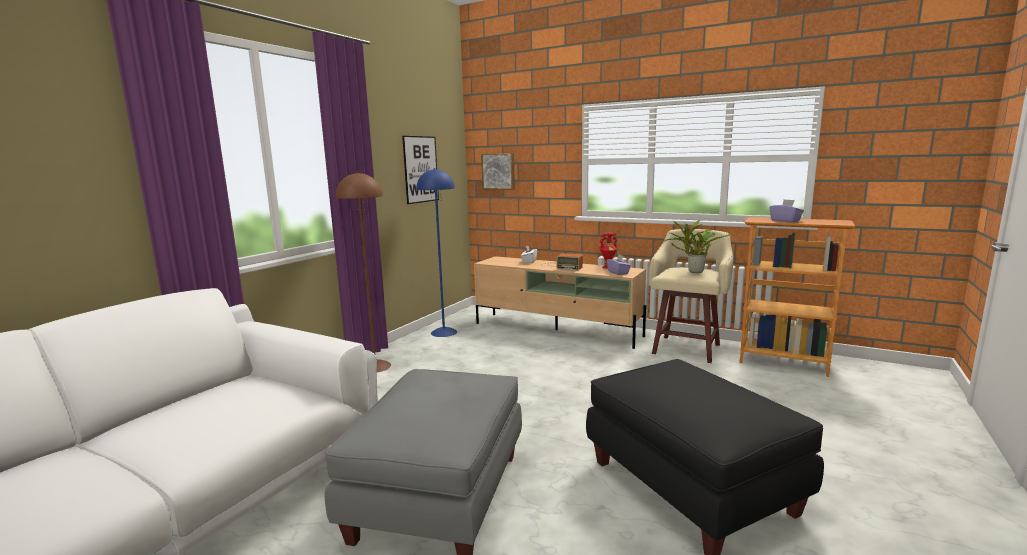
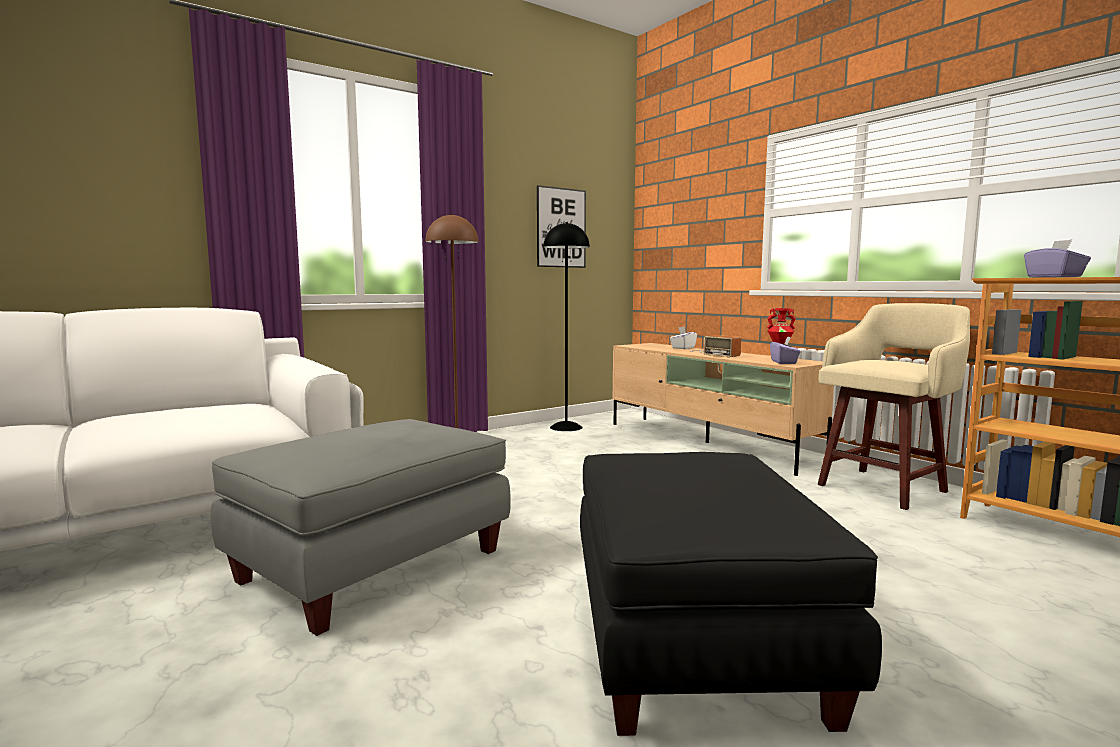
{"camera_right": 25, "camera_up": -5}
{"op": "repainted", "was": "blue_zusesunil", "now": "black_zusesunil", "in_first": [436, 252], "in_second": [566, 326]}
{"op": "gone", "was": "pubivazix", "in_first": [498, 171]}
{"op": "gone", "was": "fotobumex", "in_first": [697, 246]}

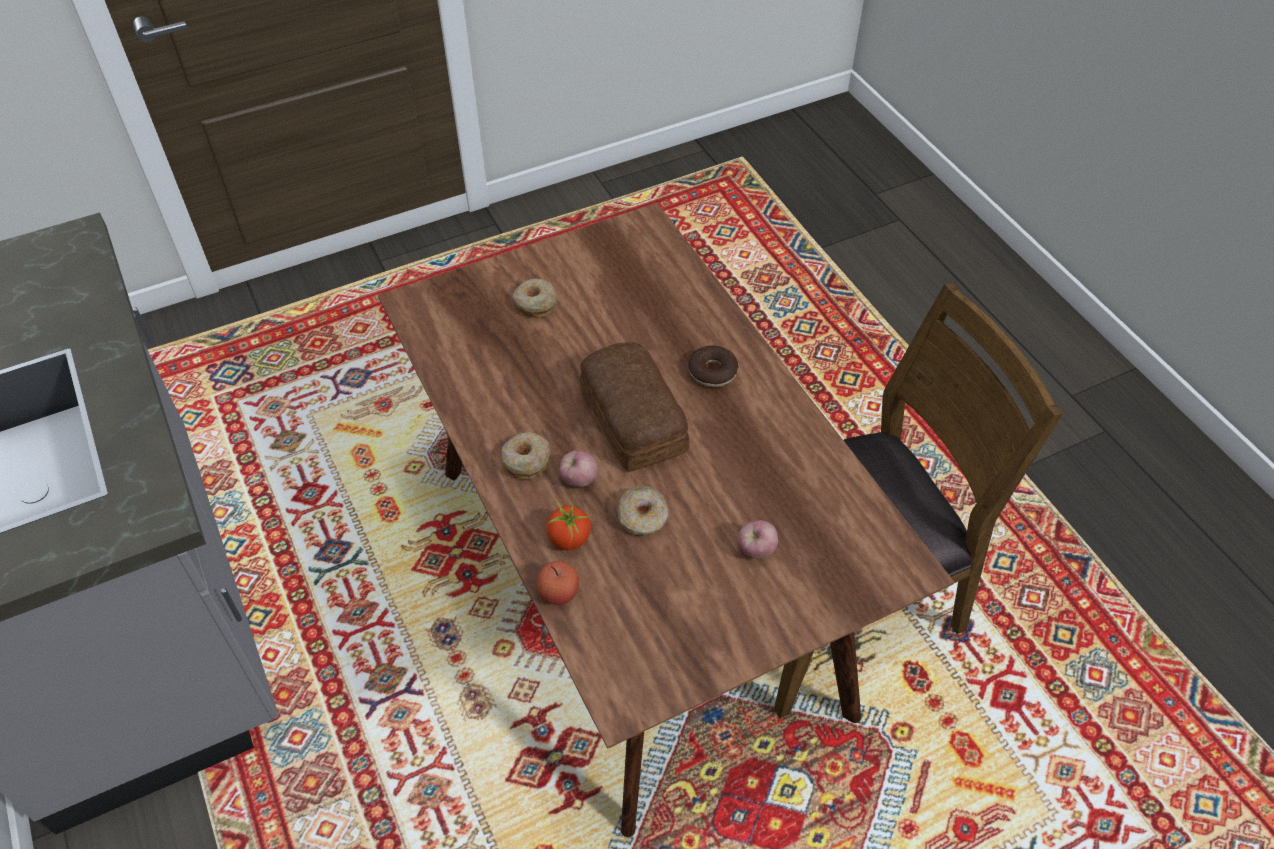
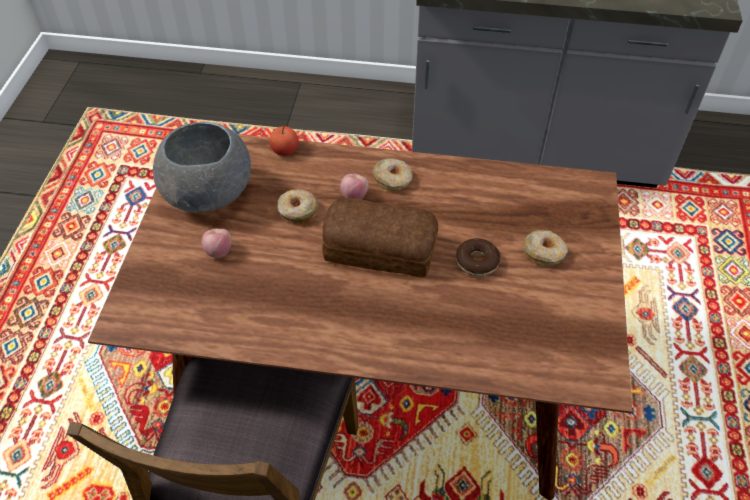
{"camera_right": 125, "camera_up": 0}
{"op": "new", "now": "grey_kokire", "in_second": [202, 167]}
{"op": "shifted", "was": "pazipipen", "in_first": [713, 366], "in_second": [478, 257]}
{"op": "gone", "was": "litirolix", "in_first": [568, 523]}

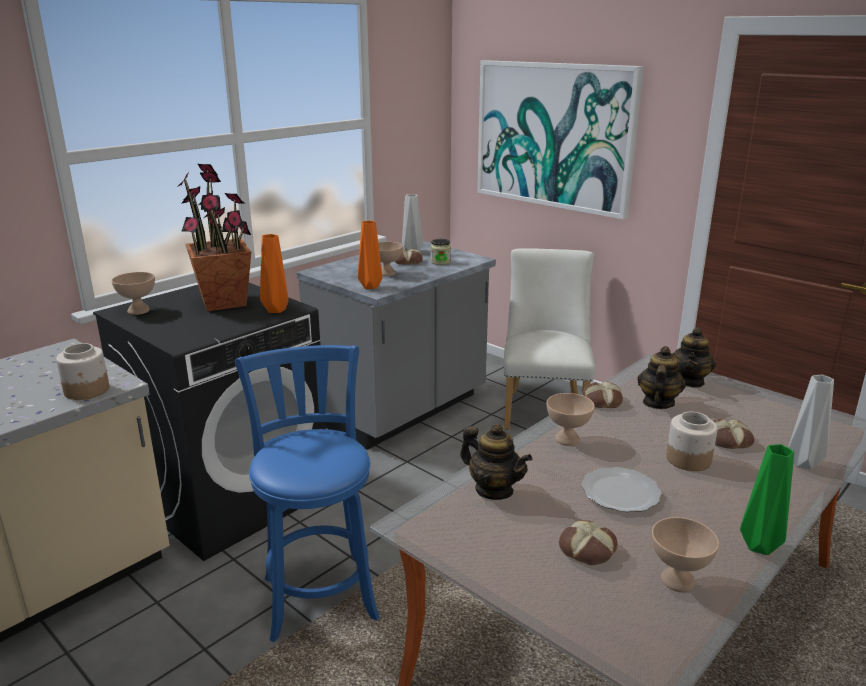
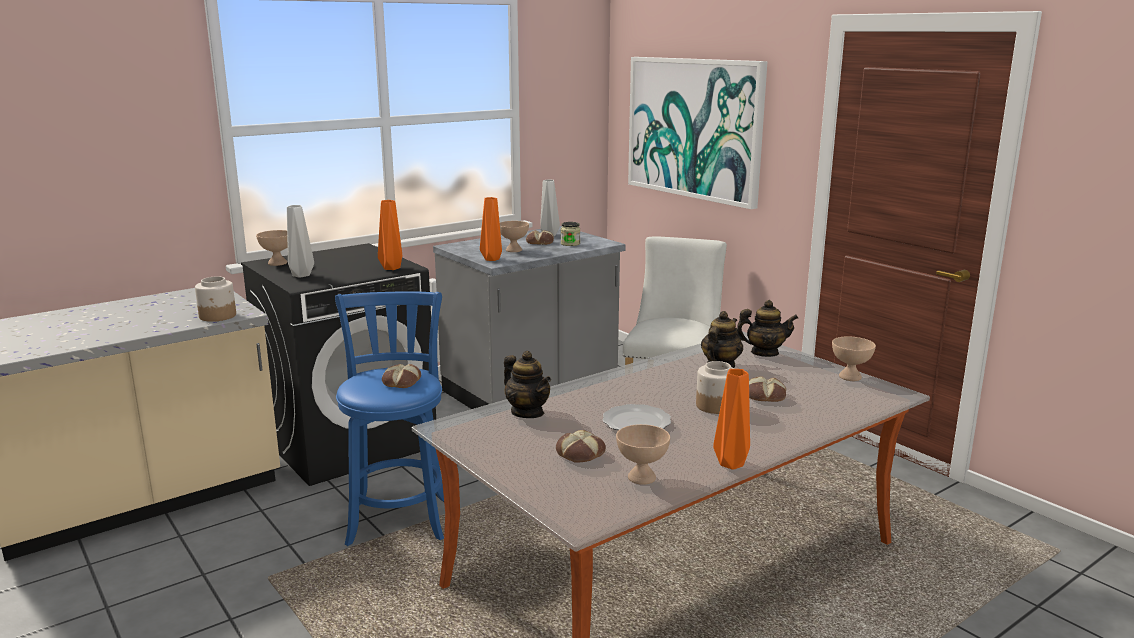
{"camera_right": 10, "camera_up": -5}
{"op": "shifted", "was": "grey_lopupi", "in_first": [811, 422], "in_second": [300, 241]}
{"op": "shifted", "was": "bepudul", "in_first": [603, 394], "in_second": [401, 376]}
{"op": "repainted", "was": "green_lopupi", "now": "orange_lopupi", "in_first": [767, 499], "in_second": [731, 419]}
{"op": "rotated", "was": "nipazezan", "in_first": [694, 357], "in_second": [767, 328], "clockwise": -120}
{"op": "shifted", "was": "beige_kokire", "in_first": [570, 419], "in_second": [854, 358]}
{"op": "gone", "was": "fotobumex", "in_first": [214, 237]}

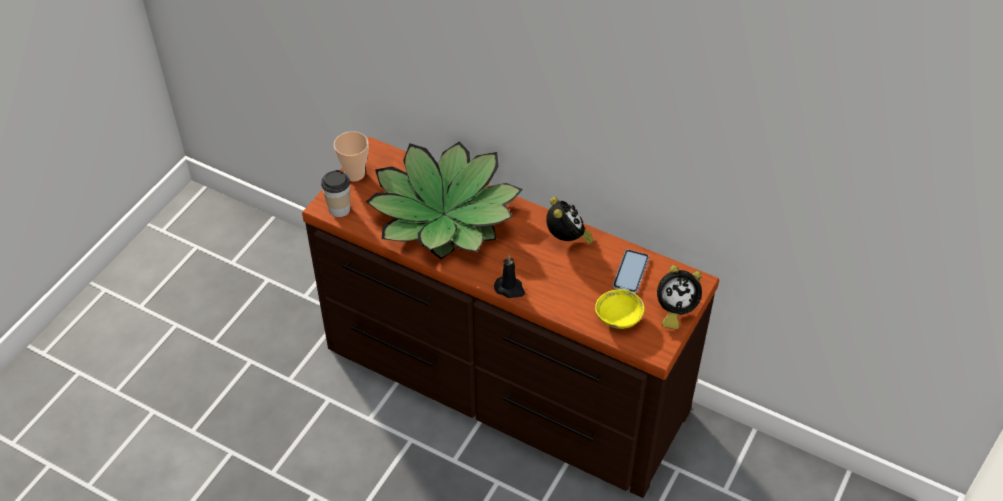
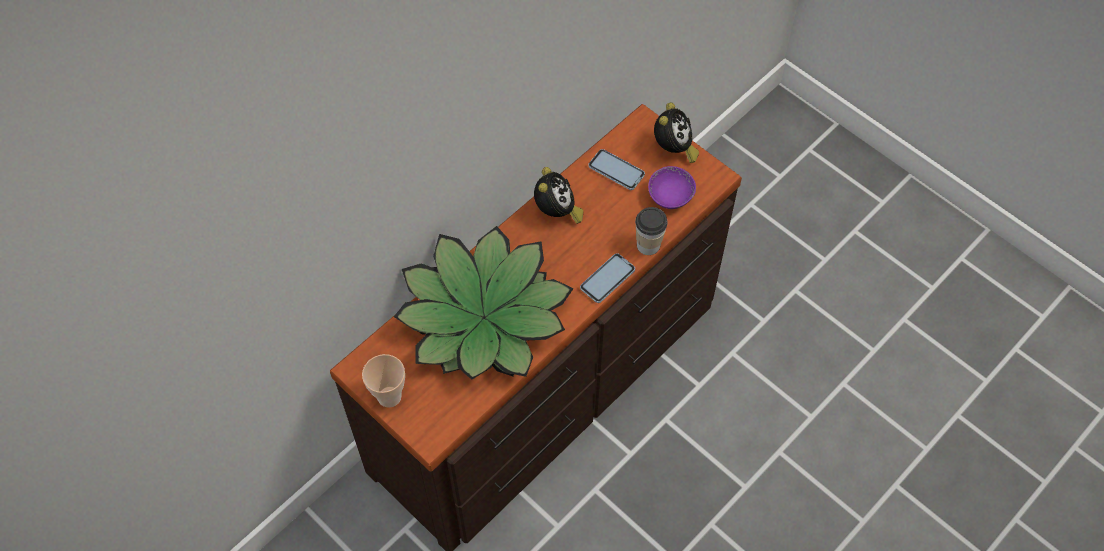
{"camera_right": -75, "camera_up": 10}
{"op": "rotated", "was": "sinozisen", "in_first": [570, 221], "in_second": [558, 195], "clockwise": 90}
{"op": "swapped", "was": "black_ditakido", "now": "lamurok", "in_first": [509, 276], "in_second": [607, 278]}
{"op": "shifted", "was": "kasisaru", "in_first": [335, 193], "in_second": [651, 231]}
{"op": "repainted", "was": "yellow_kokire", "now": "purple_kokire", "in_first": [619, 309], "in_second": [672, 187]}

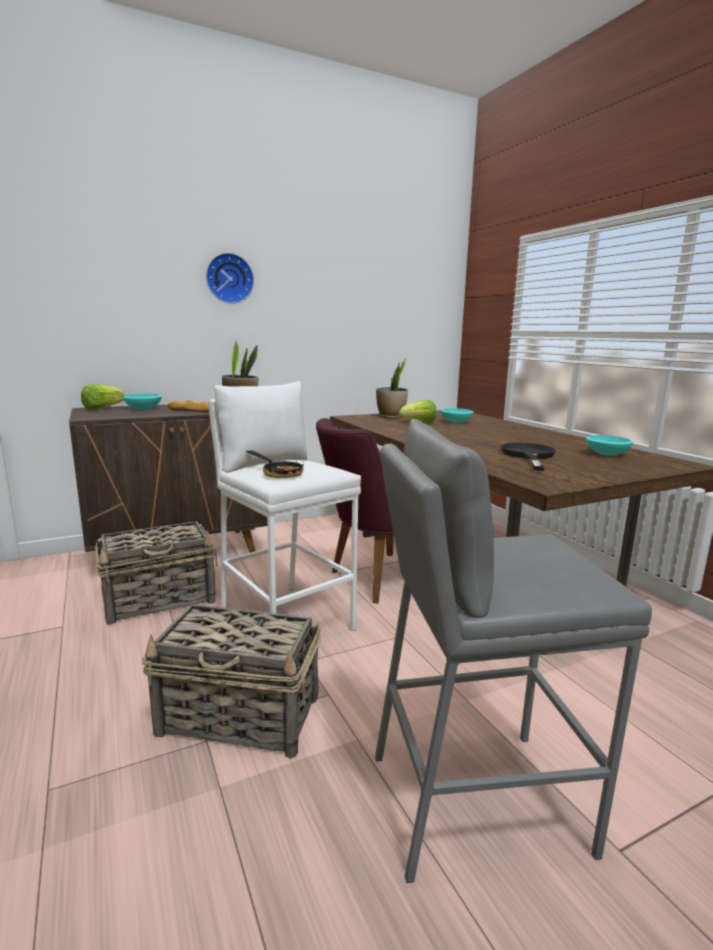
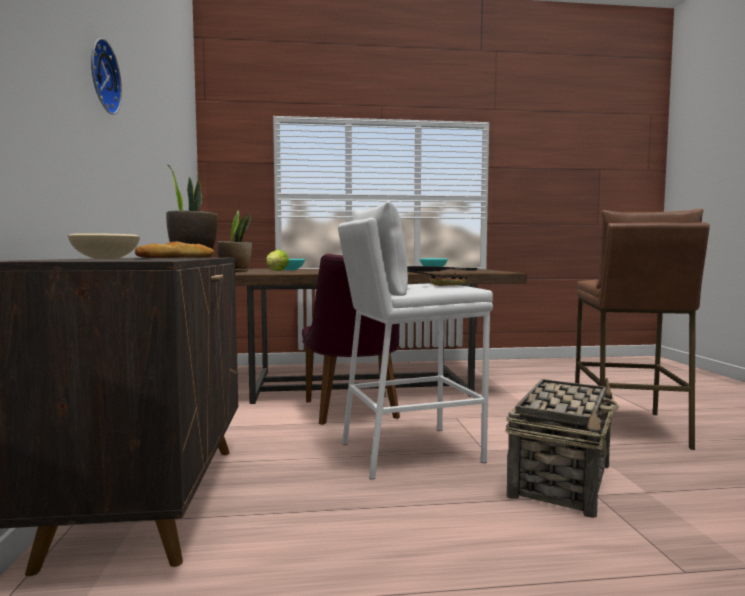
{"camera_right": -70, "camera_up": -10}
{"op": "repainted", "was": "turquoise_kokire", "now": "beige_kokire", "in_first": [142, 402], "in_second": [104, 246]}
{"op": "repainted", "was": "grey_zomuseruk", "now": "brown_zomuseruk", "in_first": [513, 651], "in_second": [642, 329]}
{"op": "gone", "was": "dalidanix", "in_first": [103, 397]}
{"op": "gone", "was": "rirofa", "in_first": [156, 573]}

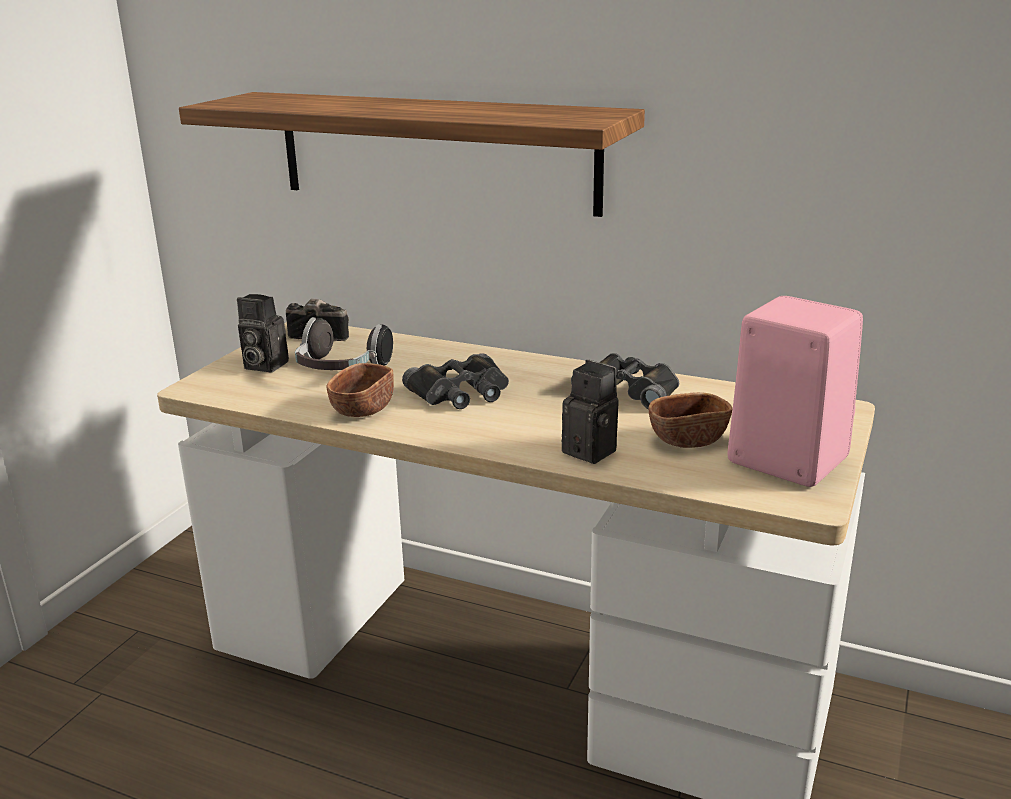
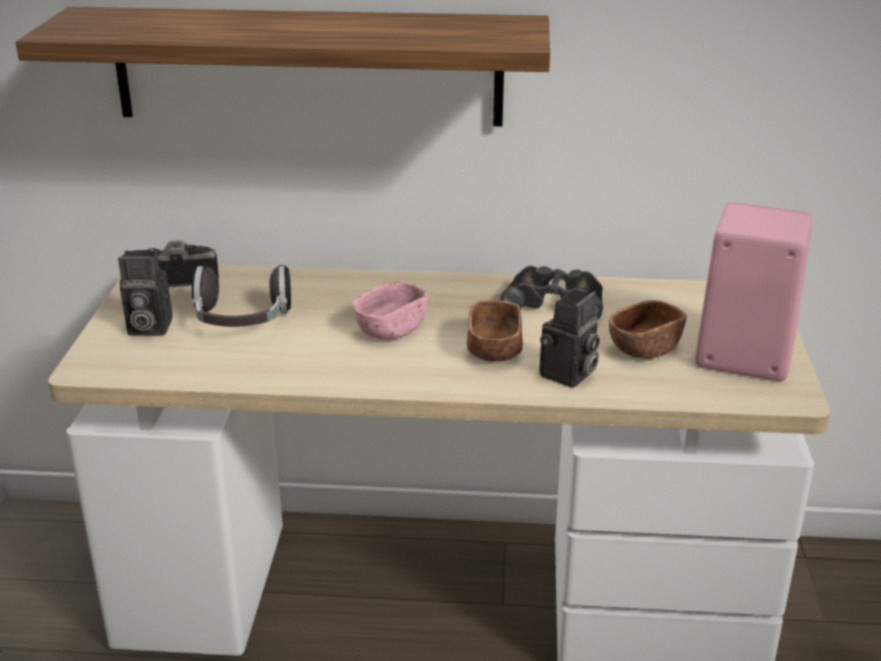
{"camera_right": -20, "camera_up": 5}
{"op": "swapped", "was": "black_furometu", "now": "pink_kokire", "in_first": [455, 381], "in_second": [390, 310]}
{"op": "shifted", "was": "brown_kokire", "in_first": [360, 390], "in_second": [495, 331]}
{"op": "rotated", "was": "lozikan", "in_first": [590, 411], "in_second": [569, 338], "clockwise": 105}

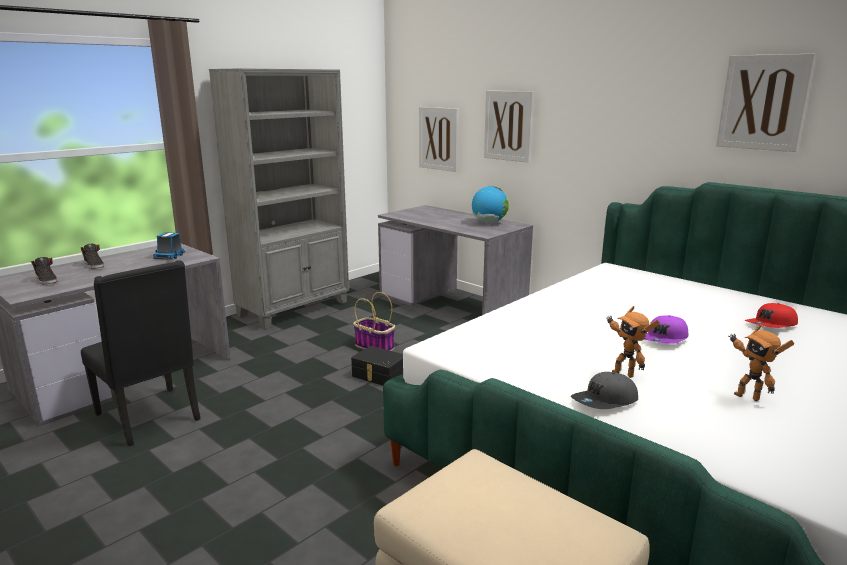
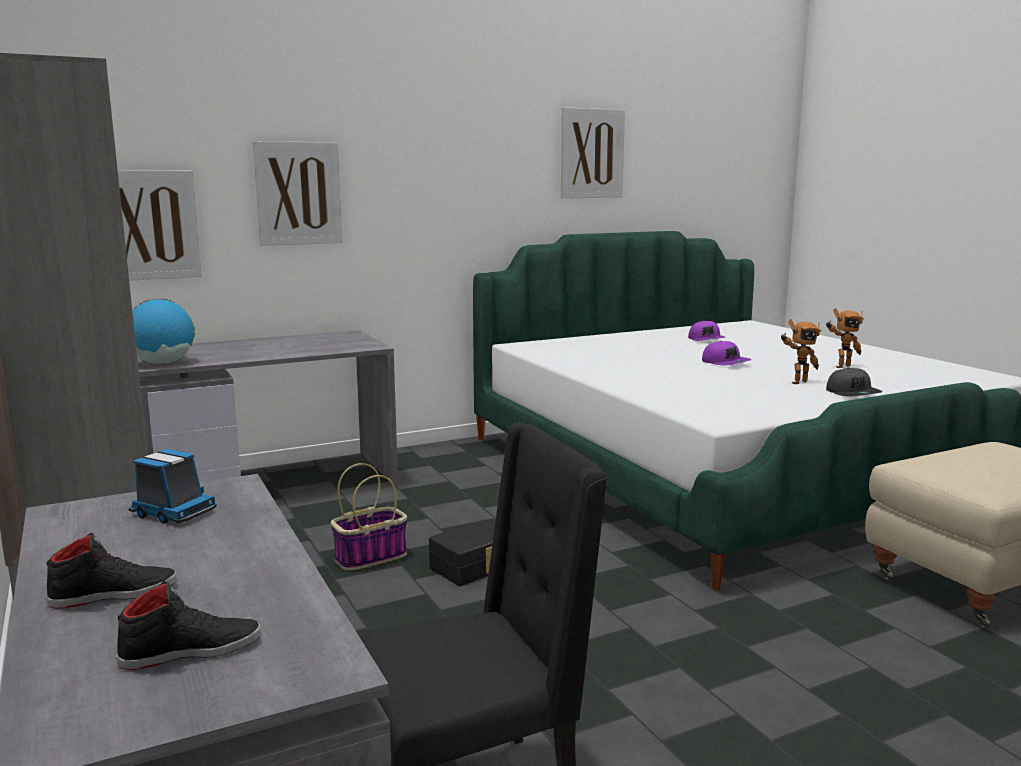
{"camera_right": -70, "camera_up": -5}
{"op": "shifted", "was": "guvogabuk", "in_first": [490, 205], "in_second": [163, 331]}
{"op": "repainted", "was": "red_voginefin", "now": "purple_voginefin", "in_first": [771, 315], "in_second": [706, 330]}

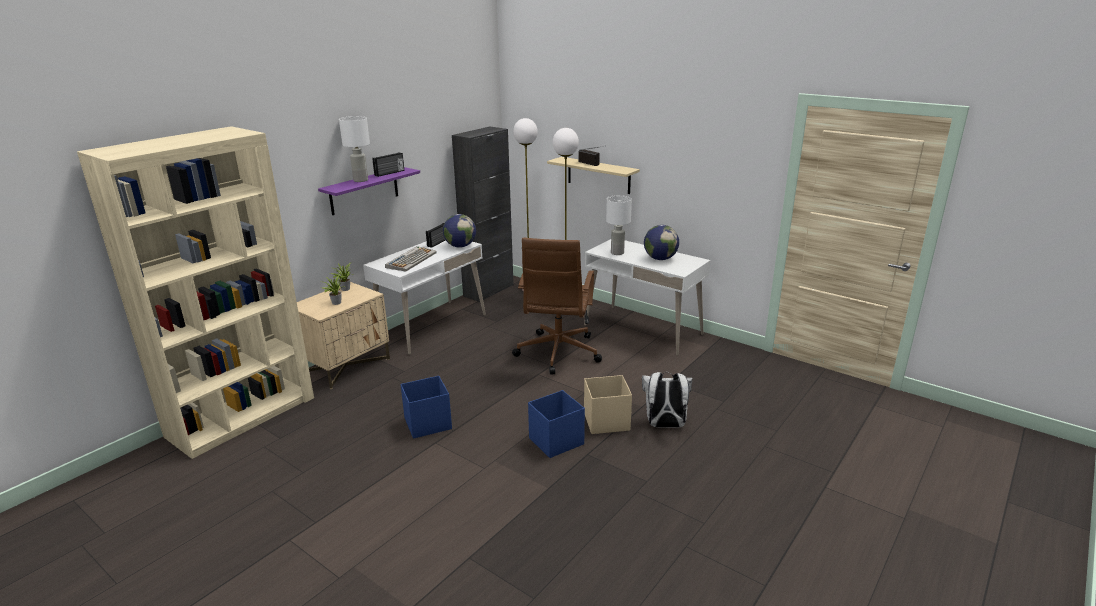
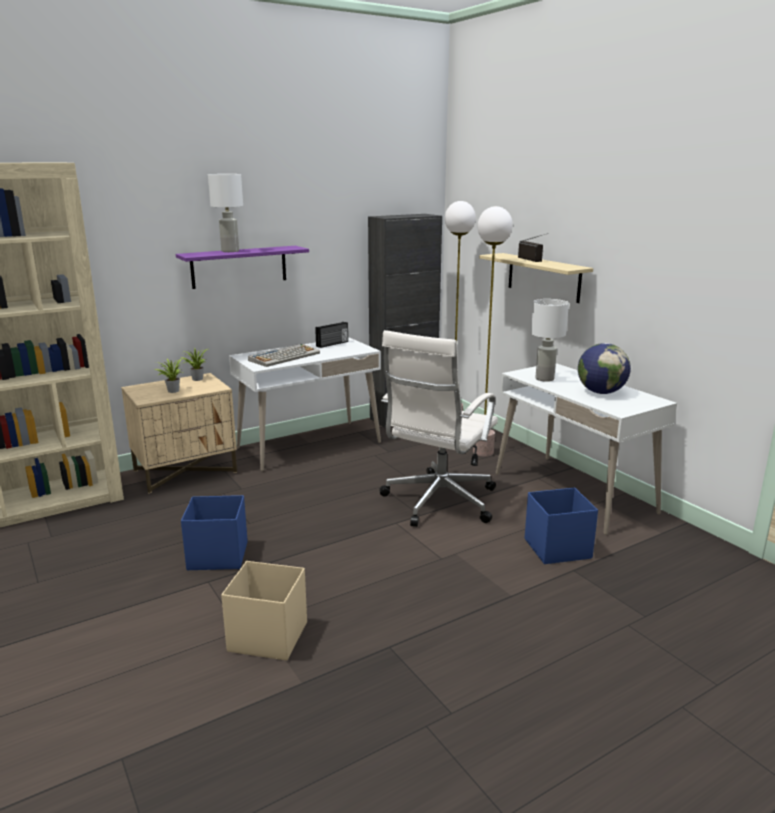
{"camera_right": 20, "camera_up": -5}
{"op": "shifted", "was": "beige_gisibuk", "in_first": [608, 404], "in_second": [264, 611]}
{"op": "repainted", "was": "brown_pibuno", "now": "white_pibuno", "in_first": [557, 306], "in_second": [438, 428]}
{"op": "shifted", "was": "blue_gisibuk", "in_first": [556, 424], "in_second": [561, 526]}
{"op": "gone", "was": "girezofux", "in_first": [388, 164]}
{"op": "gone", "was": "guvogabuk", "in_first": [459, 231]}
{"op": "gone", "was": "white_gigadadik", "in_first": [667, 400]}

